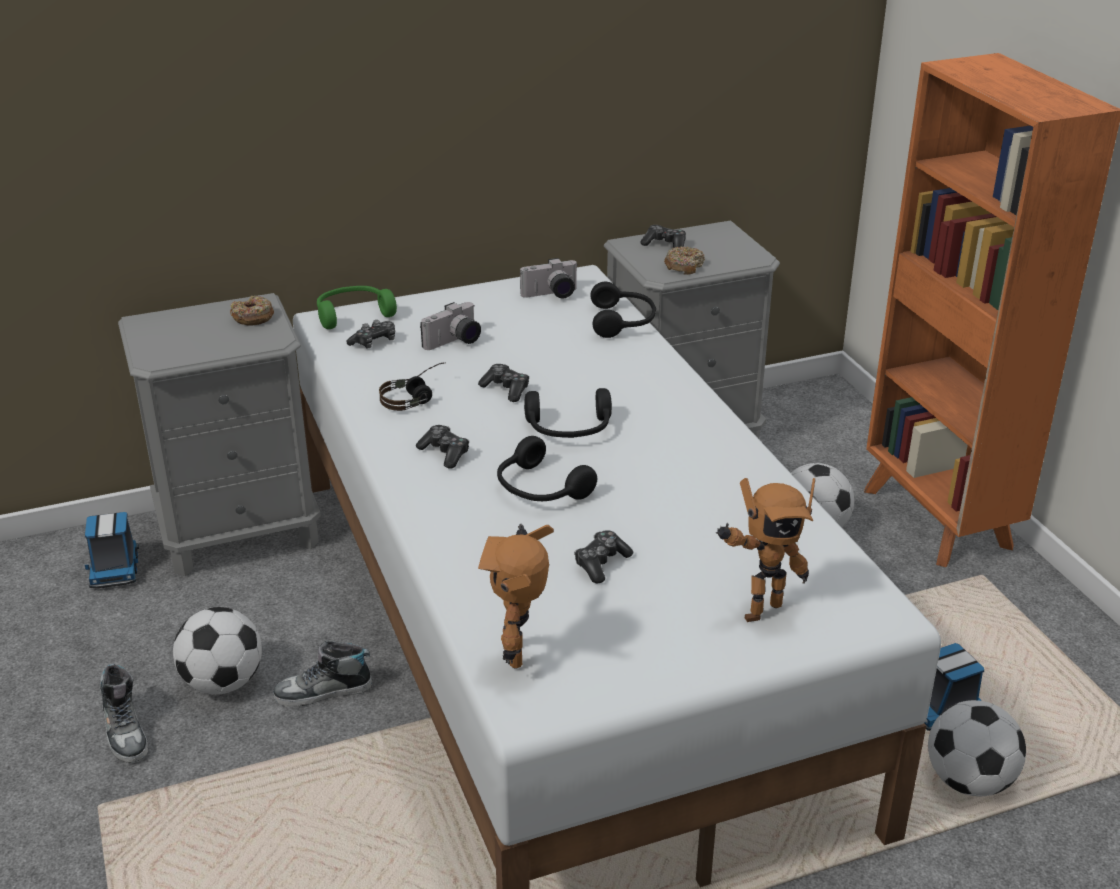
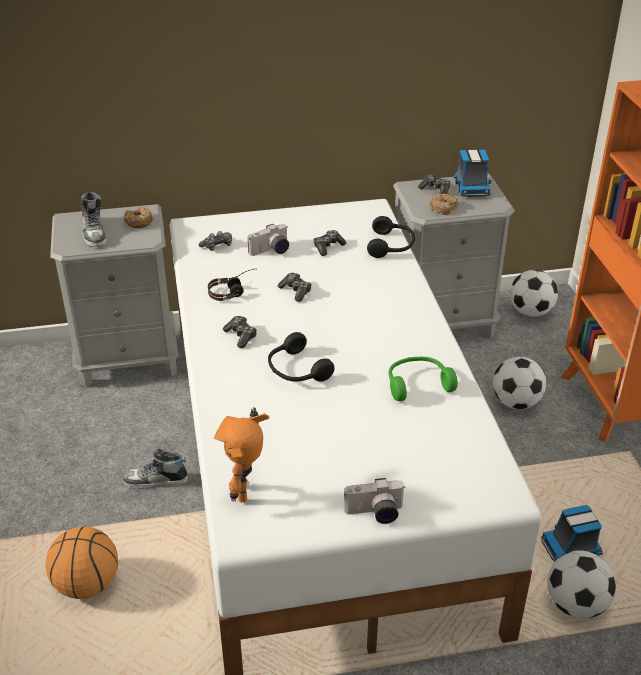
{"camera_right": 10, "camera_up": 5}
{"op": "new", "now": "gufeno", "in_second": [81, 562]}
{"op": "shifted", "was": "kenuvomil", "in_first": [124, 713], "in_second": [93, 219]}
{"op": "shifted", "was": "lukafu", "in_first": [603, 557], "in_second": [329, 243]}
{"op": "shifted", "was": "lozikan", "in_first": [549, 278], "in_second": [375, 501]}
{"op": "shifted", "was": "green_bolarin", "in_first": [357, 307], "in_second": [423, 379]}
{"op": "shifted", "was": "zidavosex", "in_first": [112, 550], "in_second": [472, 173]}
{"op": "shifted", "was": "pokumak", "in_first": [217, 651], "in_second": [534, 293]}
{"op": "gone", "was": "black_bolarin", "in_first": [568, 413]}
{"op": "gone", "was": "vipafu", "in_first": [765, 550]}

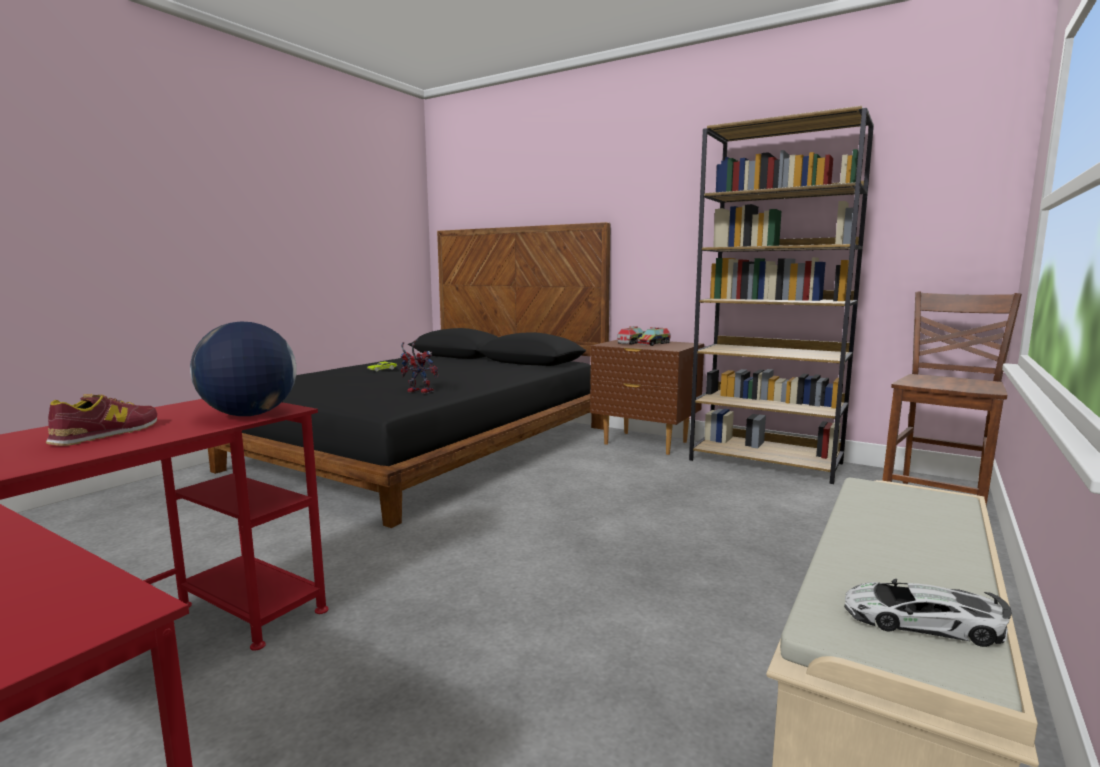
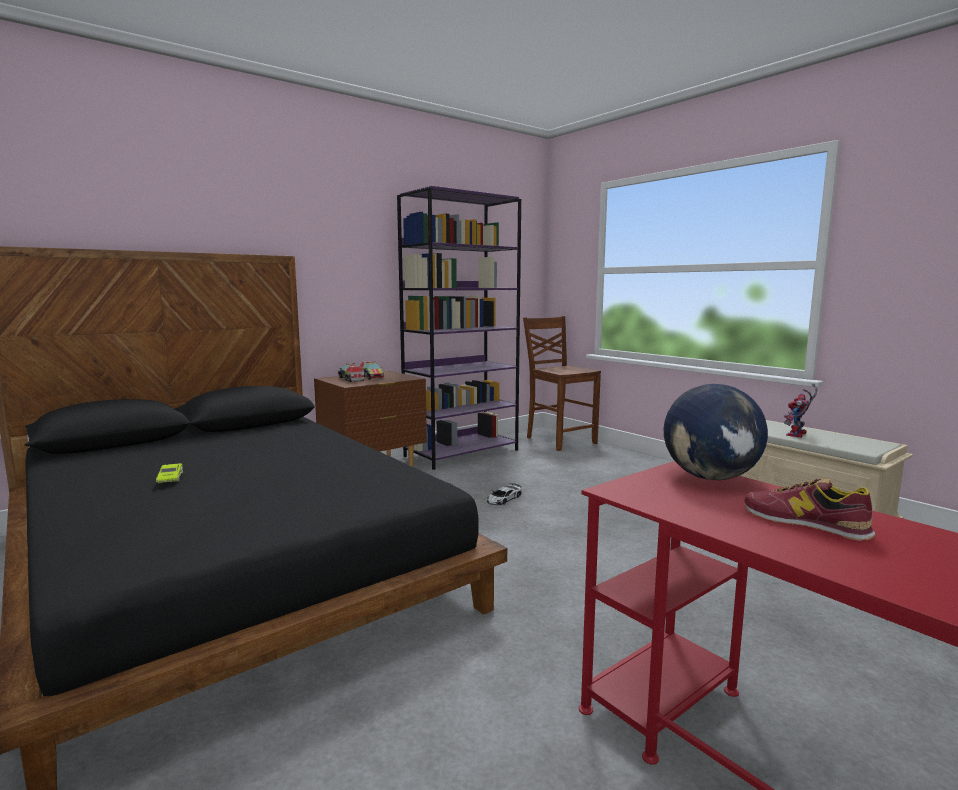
{"camera_right": -70, "camera_up": 0}
{"op": "repainted", "was": "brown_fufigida", "now": "purple_fufigida", "in_first": [781, 295], "in_second": [459, 328]}
{"op": "shifted", "was": "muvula", "in_first": [928, 613], "in_second": [504, 494]}
{"op": "shifted", "was": "vipafu", "in_first": [419, 366], "in_second": [800, 411]}

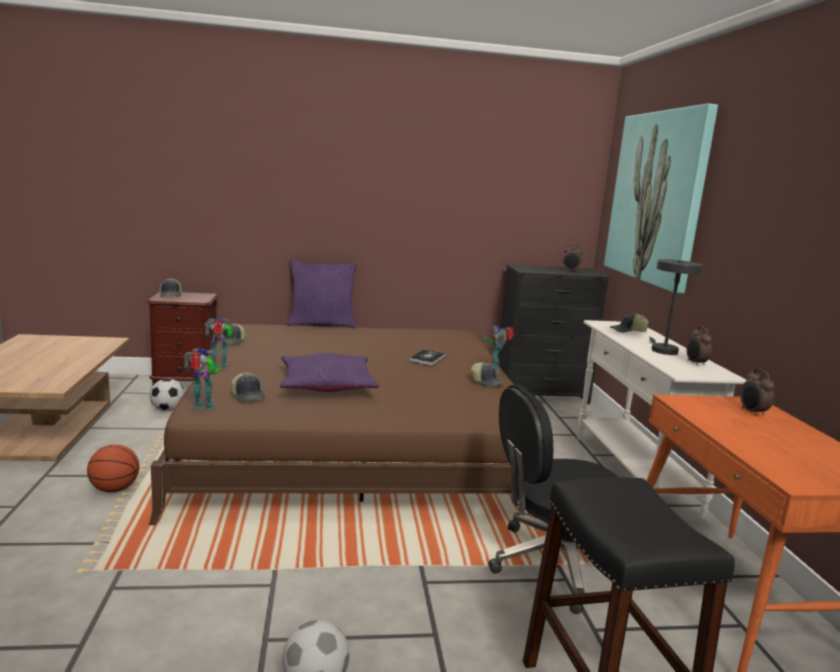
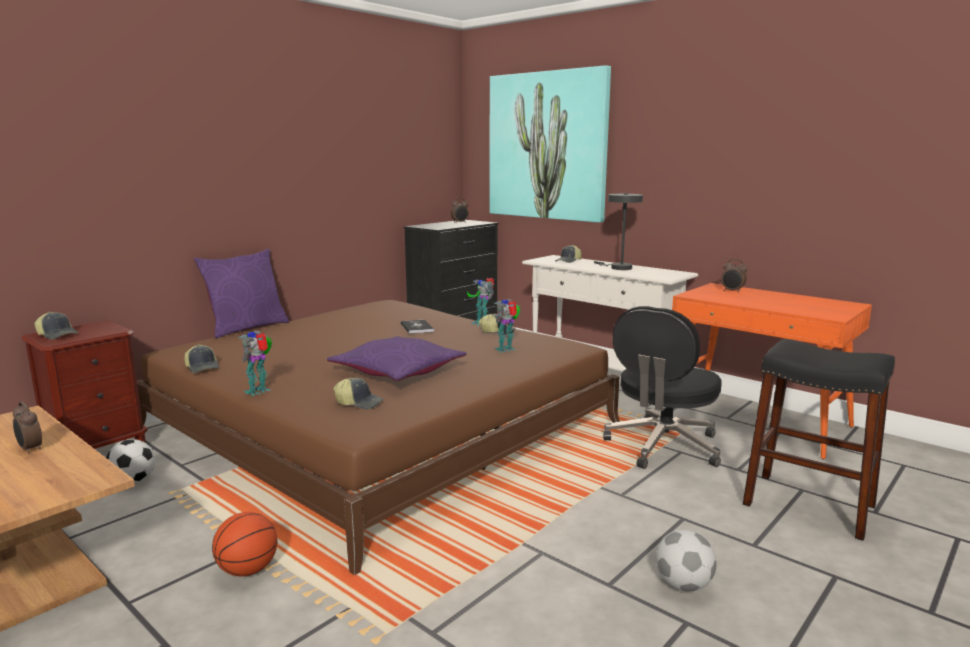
{"camera_right": -40, "camera_up": 0}
{"op": "shifted", "was": "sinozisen", "in_first": [699, 346], "in_second": [27, 428]}
{"op": "shifted", "was": "vipafu", "in_first": [202, 379], "in_second": [507, 326]}

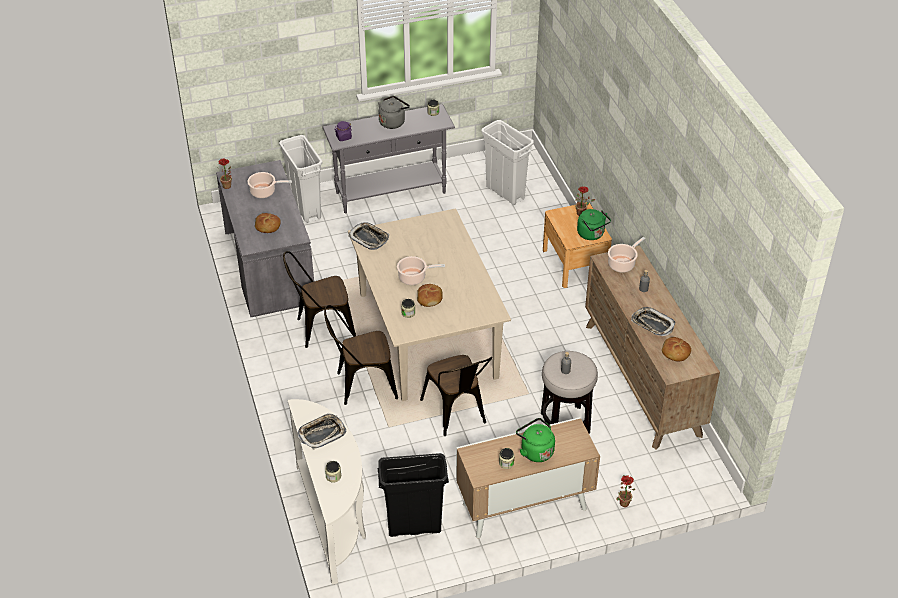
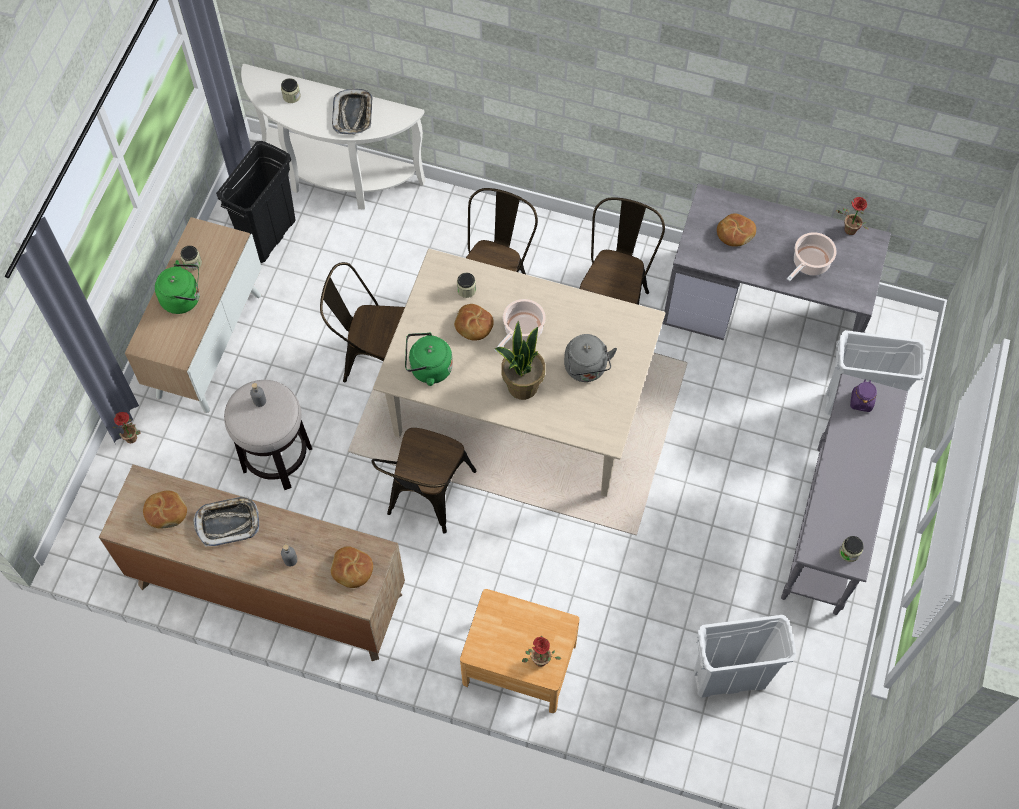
{"camera_right": 125, "camera_up": 20}
{"op": "swapped", "was": "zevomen", "now": "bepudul", "in_first": [627, 255], "in_second": [352, 567]}
{"op": "new", "now": "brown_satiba", "in_second": [424, 481]}
{"op": "shifted", "was": "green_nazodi", "in_first": [594, 224], "in_second": [429, 359]}
{"op": "new", "now": "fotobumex", "in_second": [520, 360]}
{"op": "shifted", "was": "grey_nazodi", "in_first": [394, 112], "in_second": [590, 358]}
{"op": "gone", "was": "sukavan", "in_first": [368, 236]}

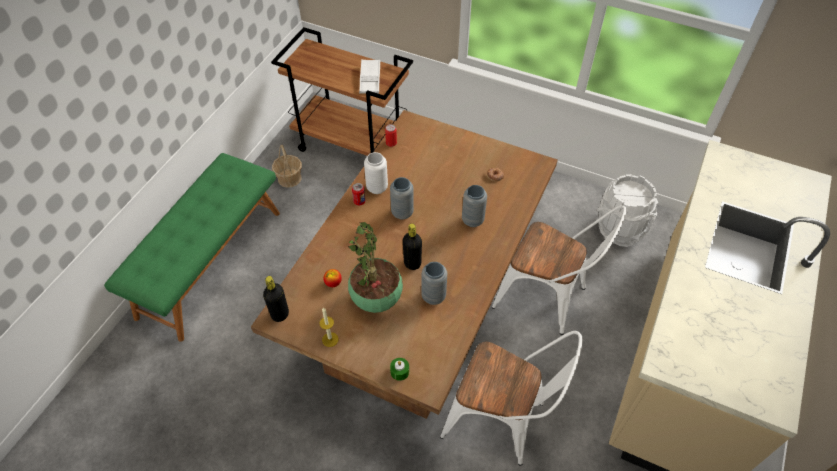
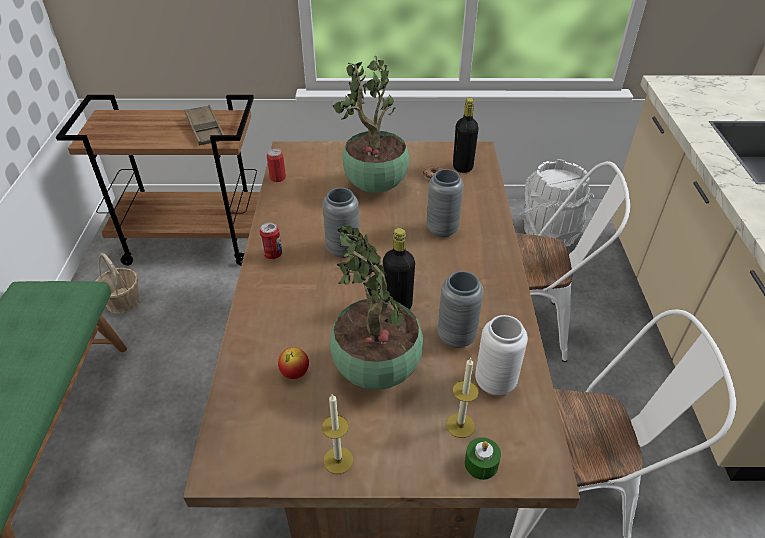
{"camera_right": -25, "camera_up": -10}
{"op": "repainted", "was": "white_sukavan", "now": "brown_sukavan", "in_first": [369, 76], "in_second": [204, 125]}
{"op": "new", "now": "fotobumex", "in_second": [371, 124]}
{"op": "new", "now": "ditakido", "in_second": [462, 398]}
{"op": "shifted", "was": "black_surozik", "in_first": [276, 299], "in_second": [466, 135]}
{"op": "shifted", "was": "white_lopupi", "in_first": [376, 173], "in_second": [501, 355]}

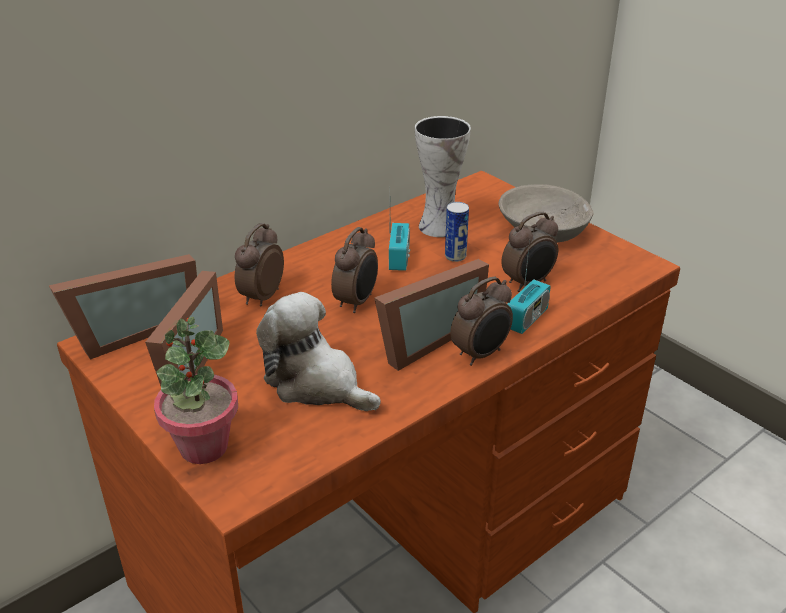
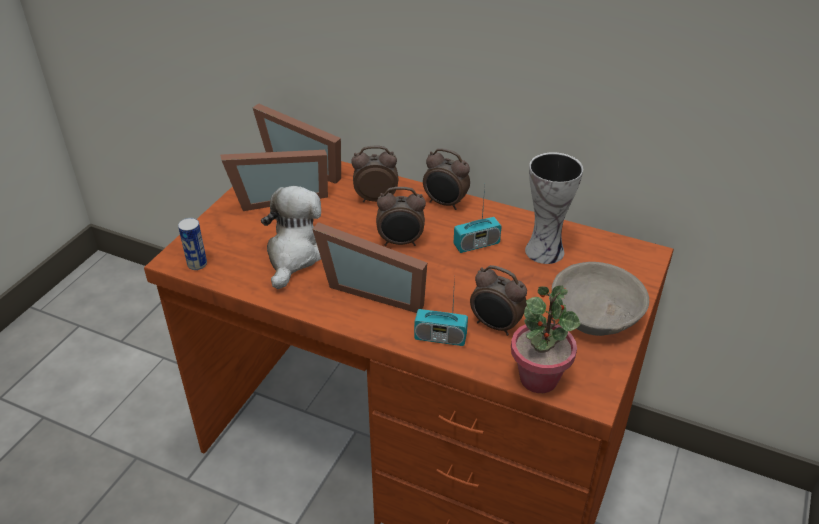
{"camera_right": 65, "camera_up": 5}
{"op": "shifted", "was": "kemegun", "in_first": [457, 232], "in_second": [192, 244]}
{"op": "shifted", "was": "sinozisen", "in_first": [481, 321], "in_second": [446, 179]}
{"op": "shifted", "was": "fotobumex", "in_first": [196, 390], "in_second": [546, 339]}

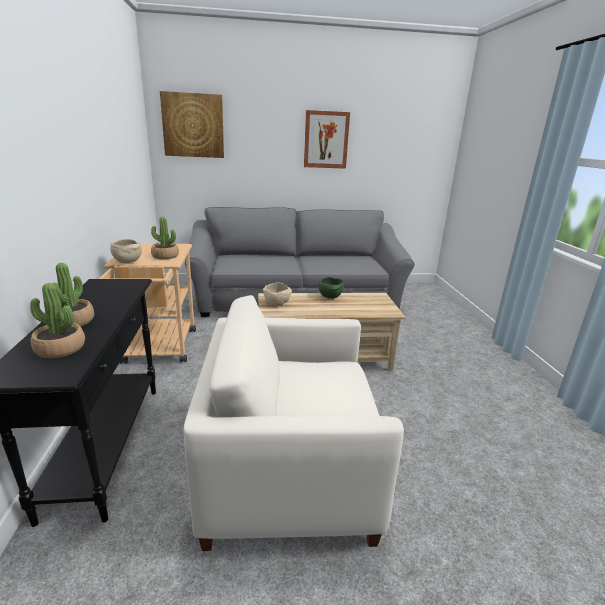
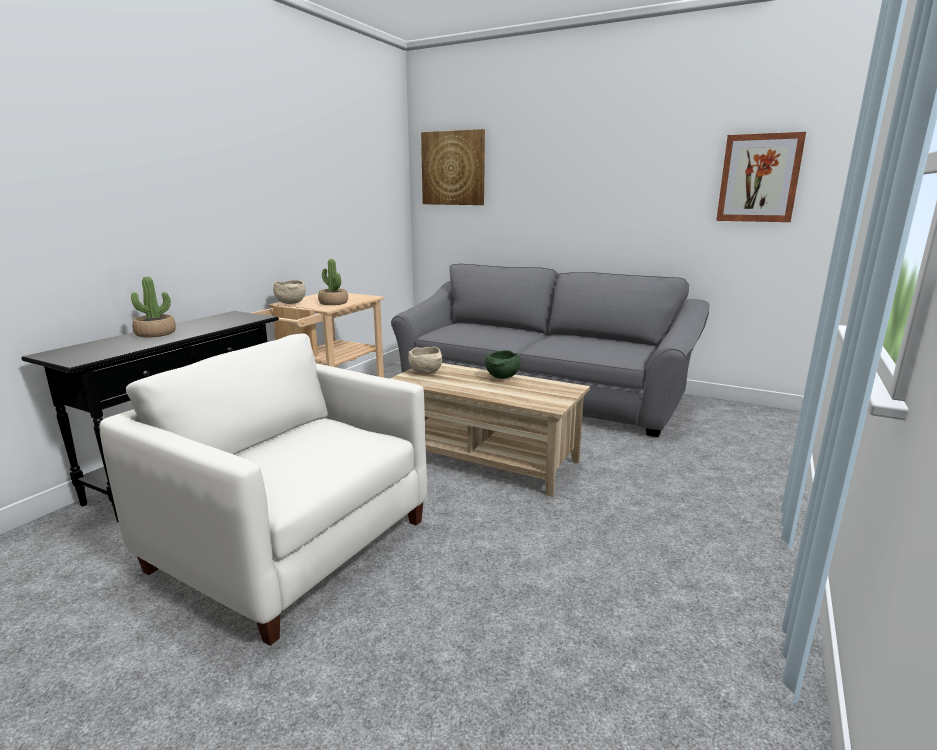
{"camera_right": 35, "camera_up": -5}
{"op": "shifted", "was": "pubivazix", "in_first": [327, 139], "in_second": [761, 177]}
{"op": "gone", "was": "fotobumex", "in_first": [57, 320]}

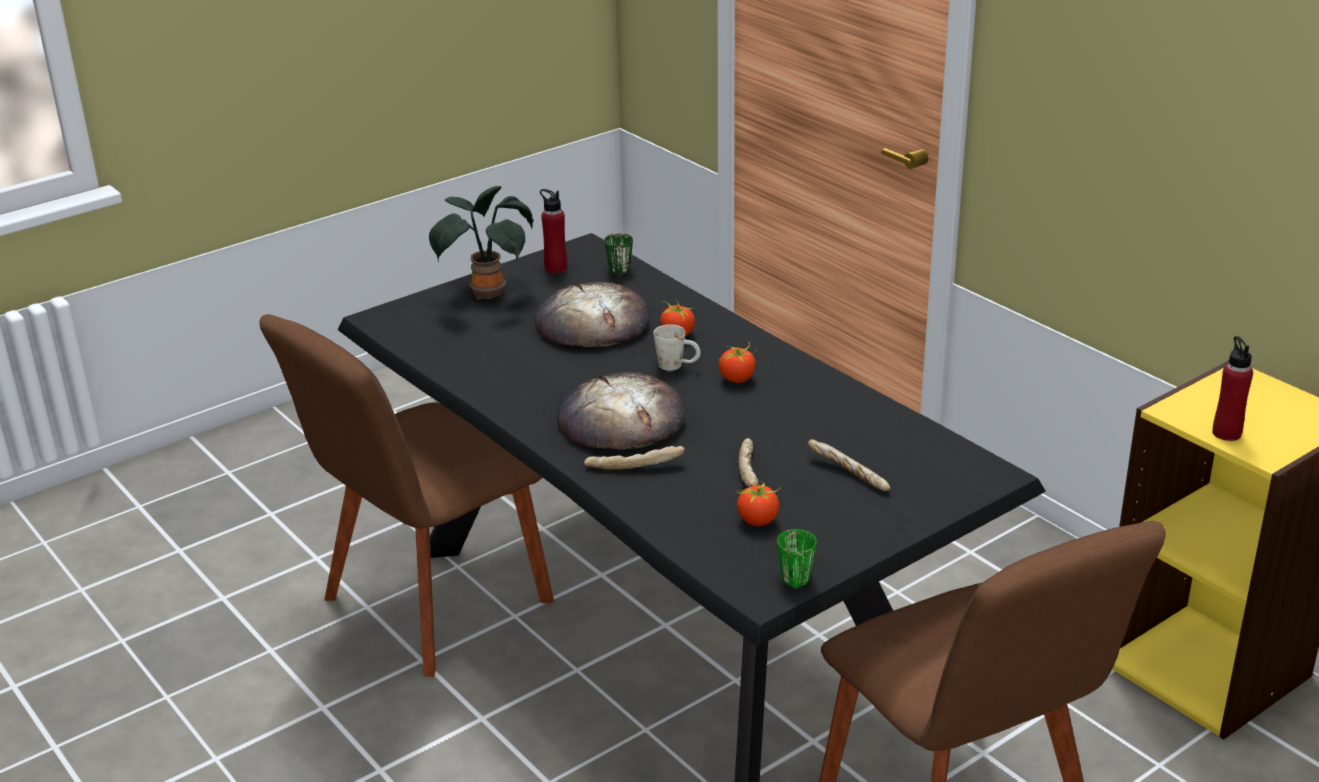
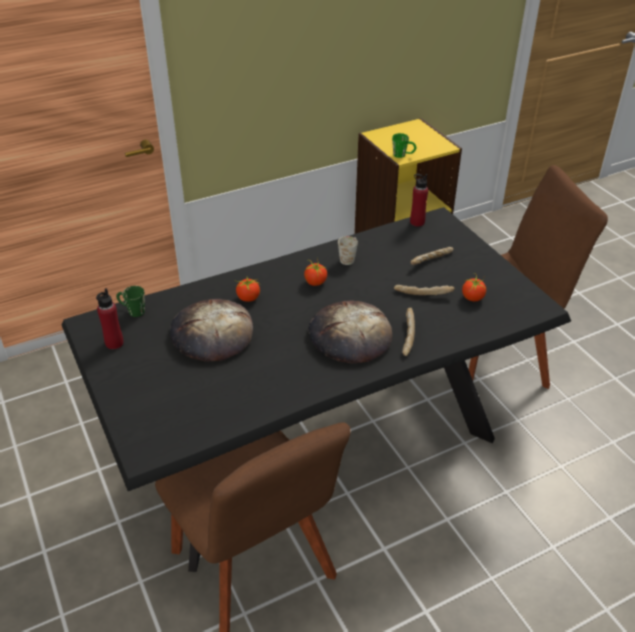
{"camera_right": -80, "camera_up": 10}
{"op": "shifted", "was": "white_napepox", "in_first": [677, 347], "in_second": [348, 250]}
{"op": "shifted", "was": "green_napepox", "in_first": [797, 559], "in_second": [404, 145]}
{"op": "shifted", "was": "red_surozik", "in_first": [1232, 388], "in_second": [419, 200]}
{"op": "gone", "was": "fotobumex", "in_first": [481, 243]}

